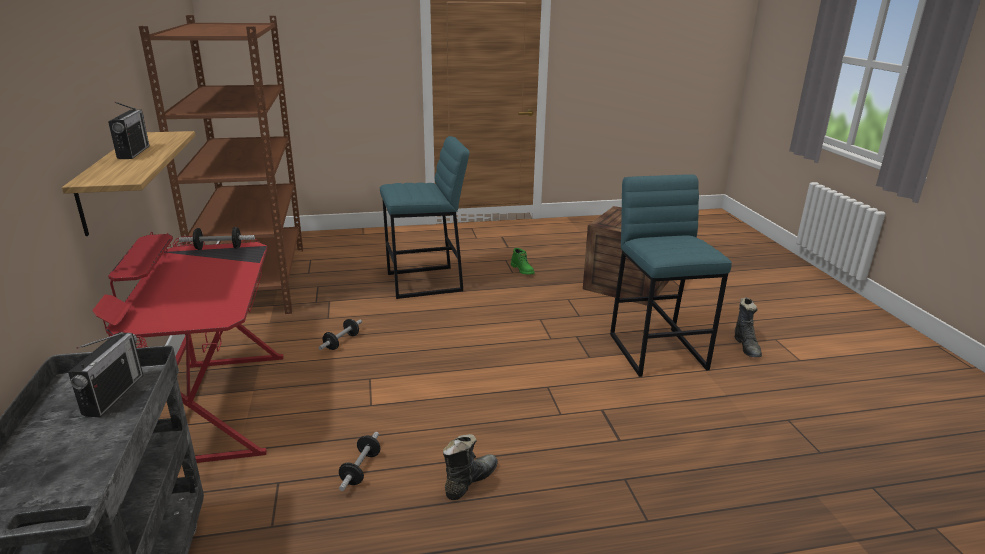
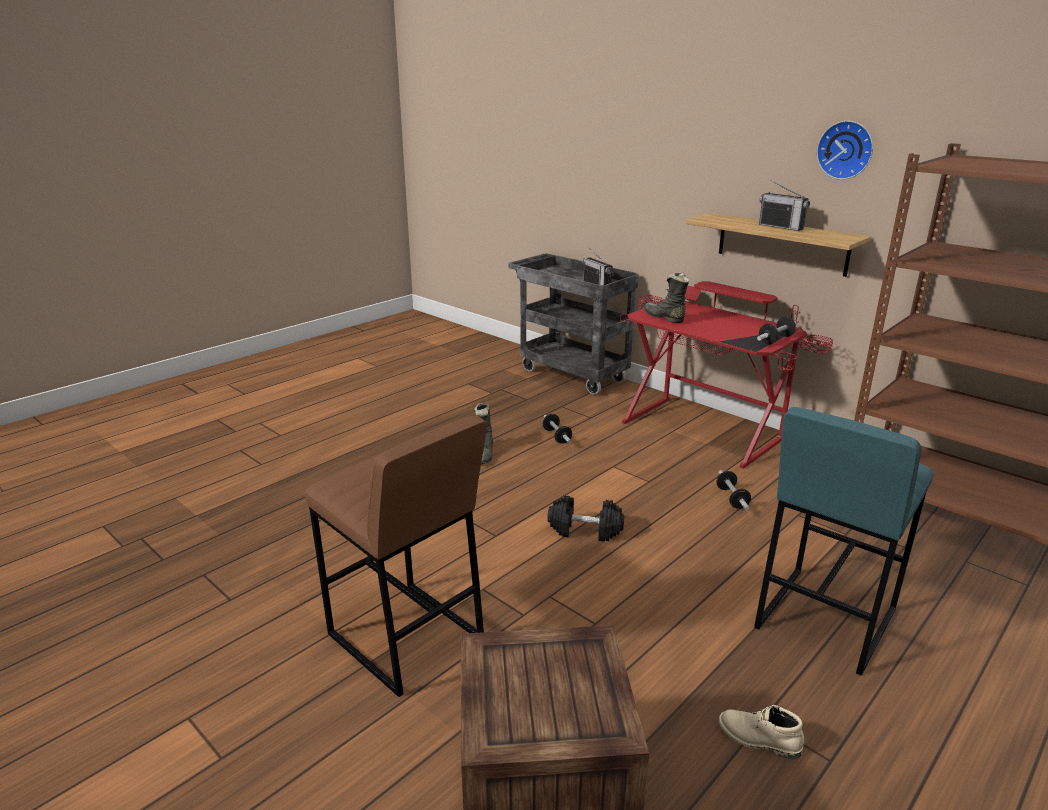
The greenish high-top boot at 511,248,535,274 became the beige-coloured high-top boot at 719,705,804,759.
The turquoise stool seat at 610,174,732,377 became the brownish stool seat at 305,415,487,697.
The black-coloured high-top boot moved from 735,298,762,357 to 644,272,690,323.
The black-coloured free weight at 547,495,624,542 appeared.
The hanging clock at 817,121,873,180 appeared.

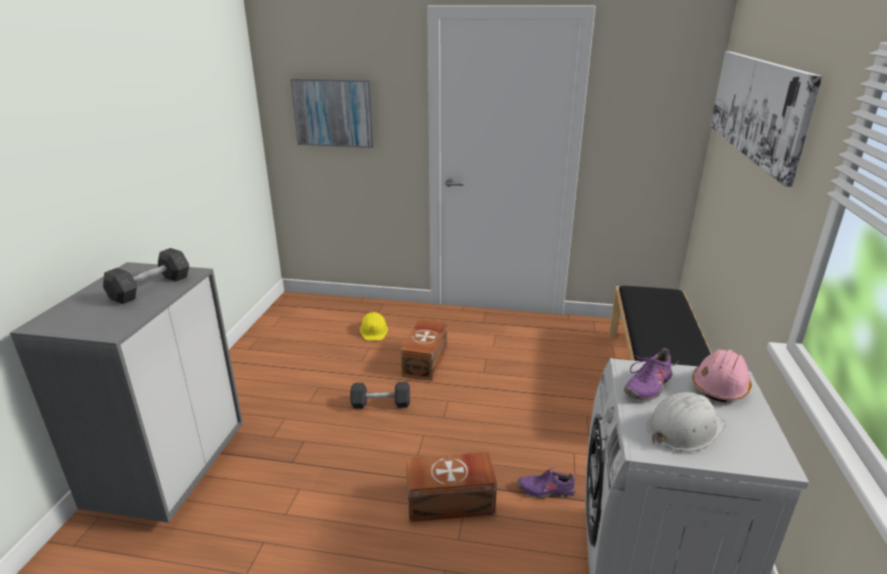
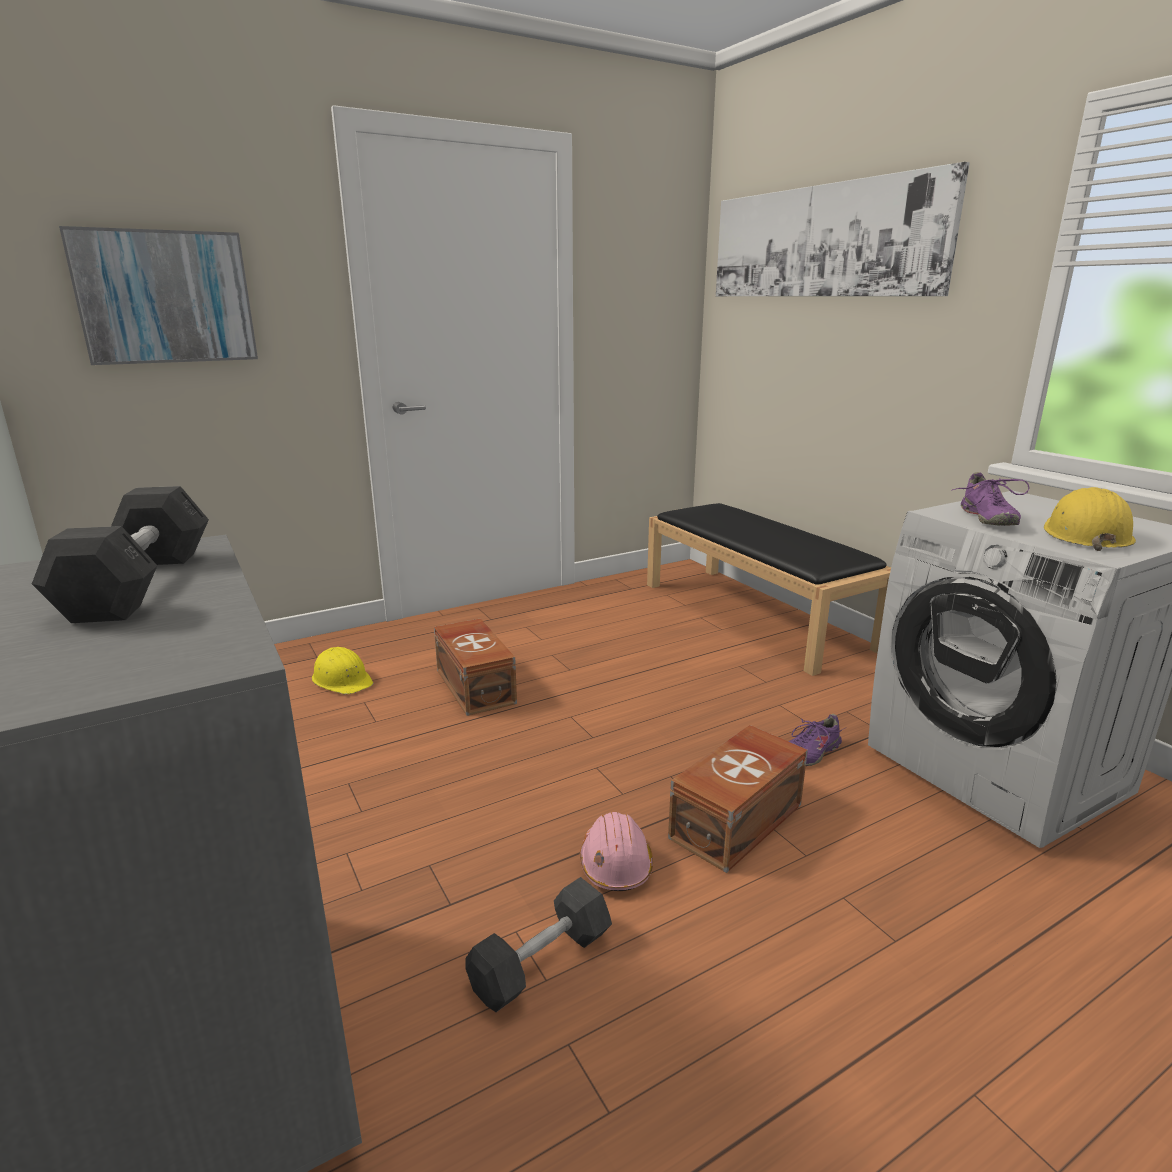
The greyish free weight moved from 350,382,410,409 to 465,877,612,1012.
The whitish work helmet at 647,392,726,452 became the yellow-coloured work helmet at 1044,487,1136,551.
The pink work helmet moved from 692,349,752,402 to 580,812,653,891.

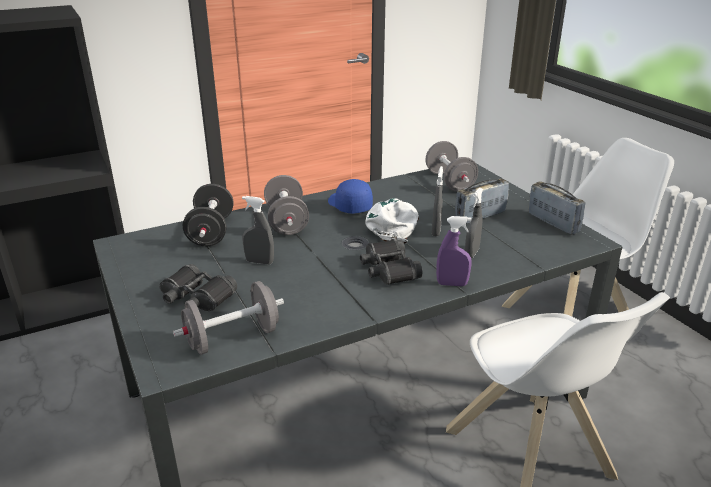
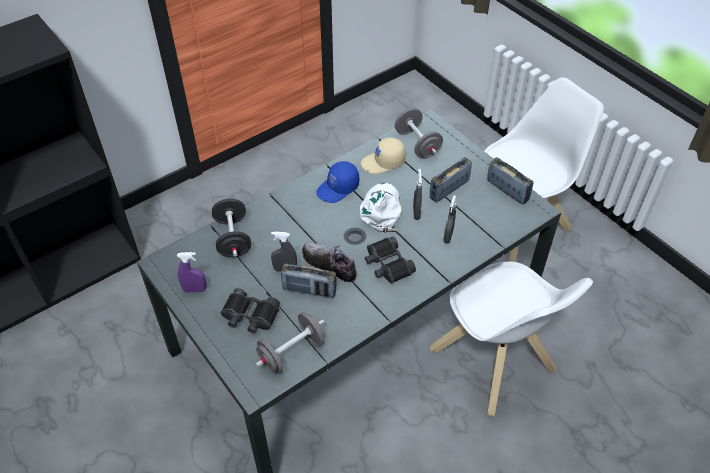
The greyish free weight at 264,175,309,235 disappeared.
The bluish peaked cap at 328,179,373,214 turned 90 degrees counterclockwise.
The purple spray bottle moved from 436,216,472,286 to 177,252,206,292.
The radio at 281,264,337,298 appeared.
The shoe at 302,242,357,283 appeared.
The beige-coloured peaked cap at 361,138,406,174 appeared.

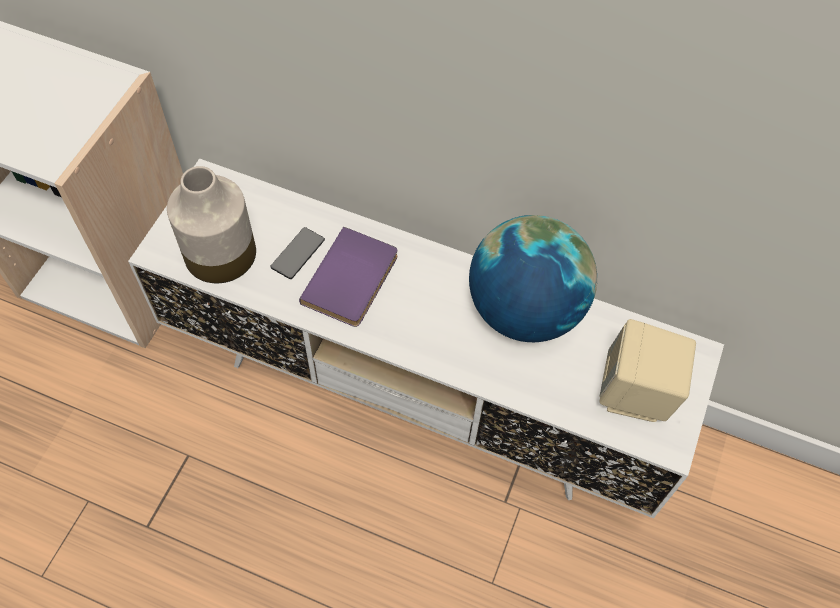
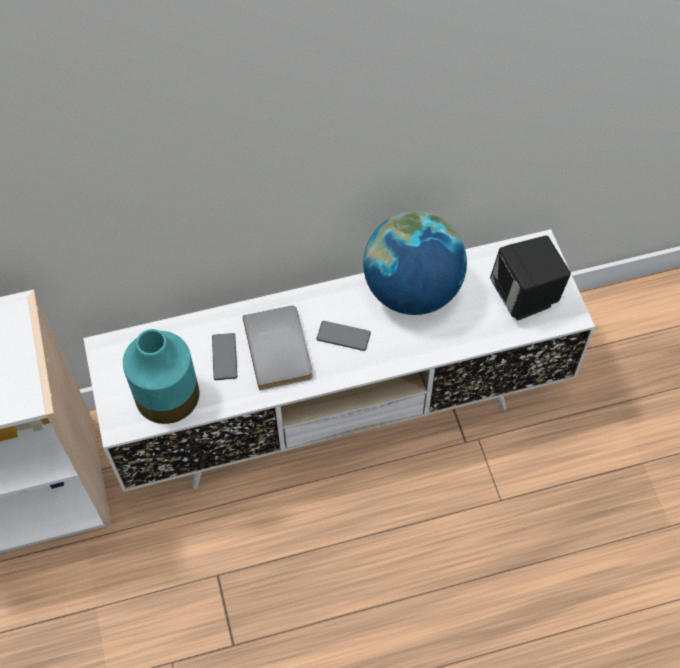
The beige-coloured decorative vase at 167,166,256,283 became the turquoise decorative vase at 123,329,199,424.
The purple bound book at 299,227,397,327 became the greyish bound book at 243,306,313,390.
The beige-coloured speaker at 599,319,696,422 became the black-coloured speaker at 490,236,571,320.
The phone at 317,321,371,351 appeared.

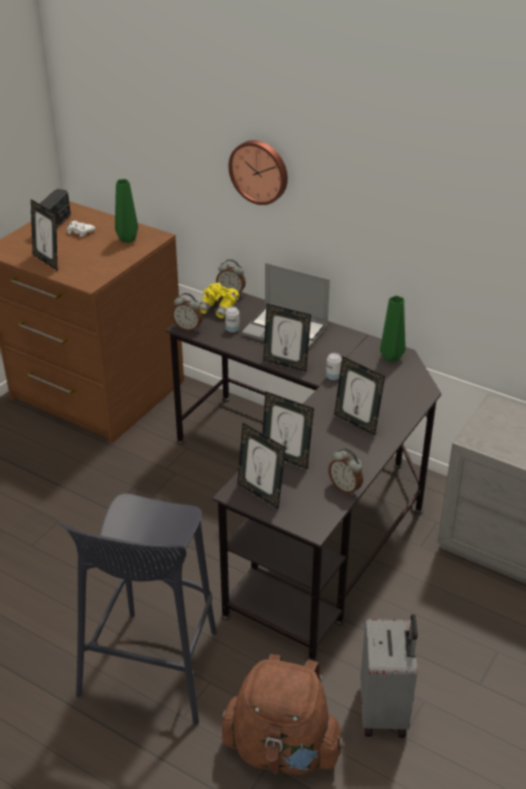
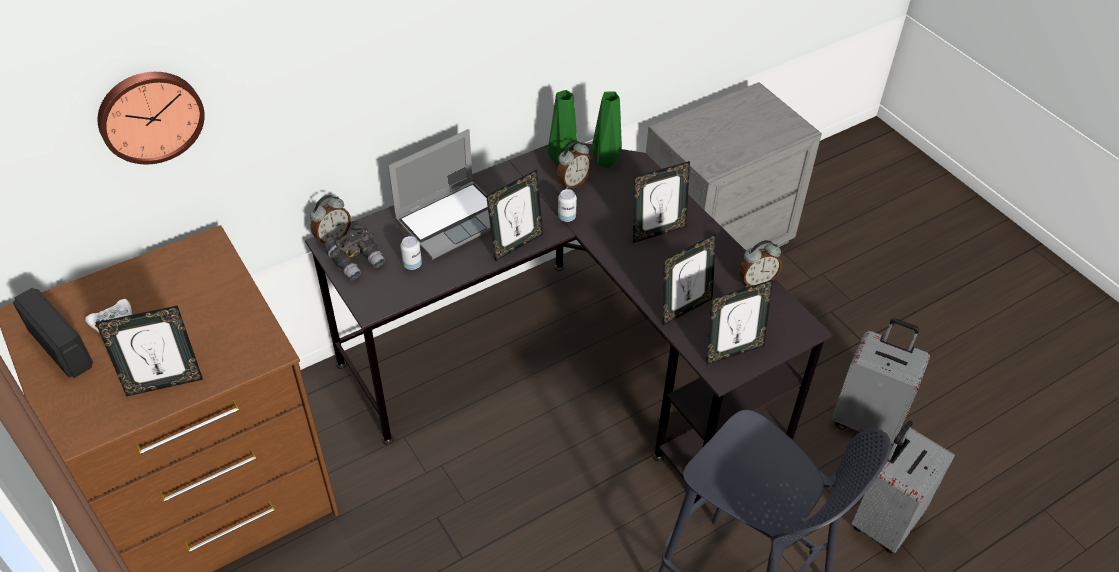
The greenish decorative vase moved from 115,179,138,243 to 592,91,622,168.
The table clock moved from 172,293,203,331 to 557,141,592,189.
The yellow-coloured binoculars at 200,283,239,318 became the greyish binoculars at 324,225,385,280.
The brownish backpack at 222,654,345,775 was replaced by the greyish suitcase at 852,421,955,554.
The hanging clock moved from 228,140,288,205 to 98,72,205,164.

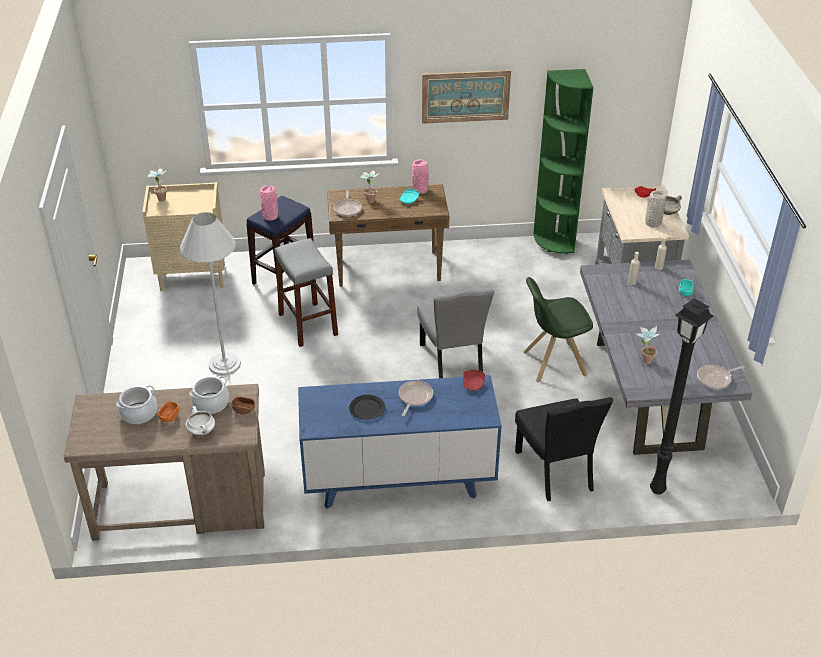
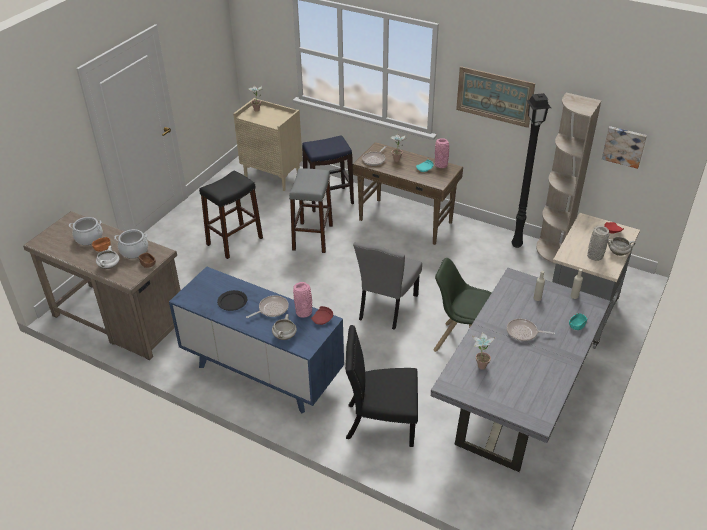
The whitish standard lamp at 180,212,241,375 was replaced by the black-coloured stool seat at 199,171,263,259.
The pink decorative vase moved from 260,185,278,221 to 293,282,312,318.
The black-coloured upright chair at 515,397,613,501 turned 75 degrees clockwise.
The greenish bookshelf at 533,69,594,255 became the beige-coloured bookshelf at 536,93,601,265.
The black-coloured standard lamp moved from 650,298,713,495 to 512,93,551,248.
The pan moved from 697,364,745,389 to 507,319,555,341.
The whitish stockpot at 272,314,297,340 appeared.
The picture at 602,126,647,169 appeared.

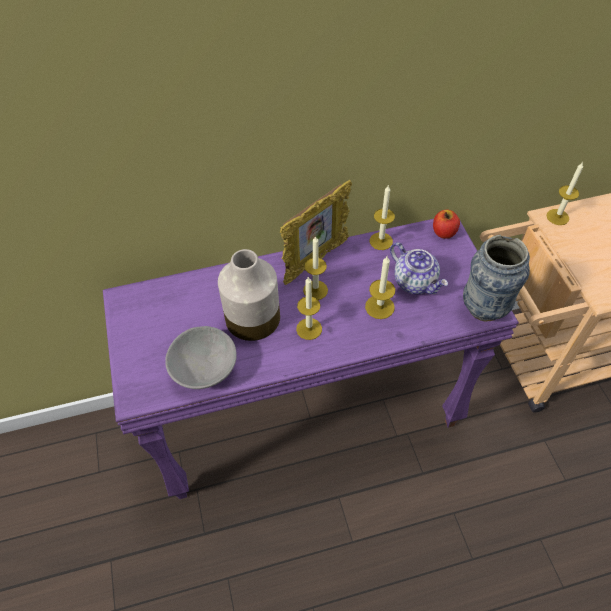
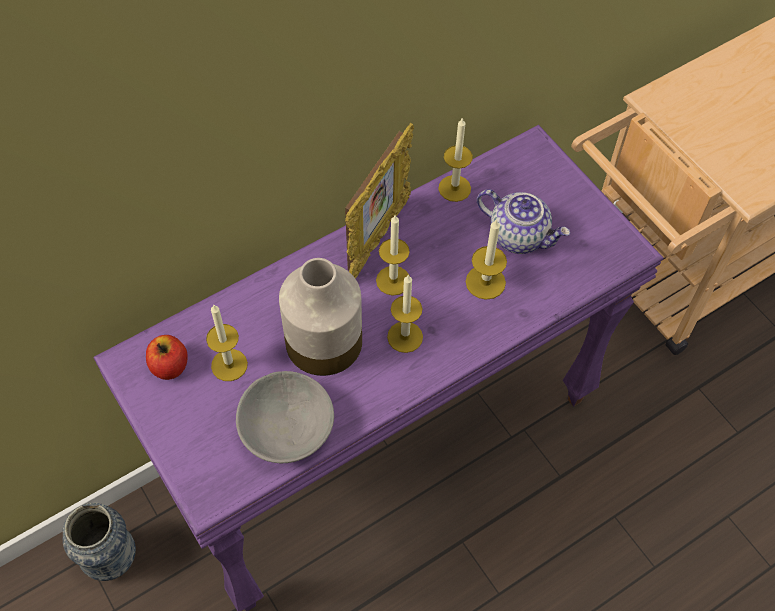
The apple fruit moved from 433,210,460,239 to 146,335,188,380.
The decorative vase moved from 463,235,530,321 to 63,503,136,581.
The candle moved from 547,162,583,225 to 206,305,248,381.

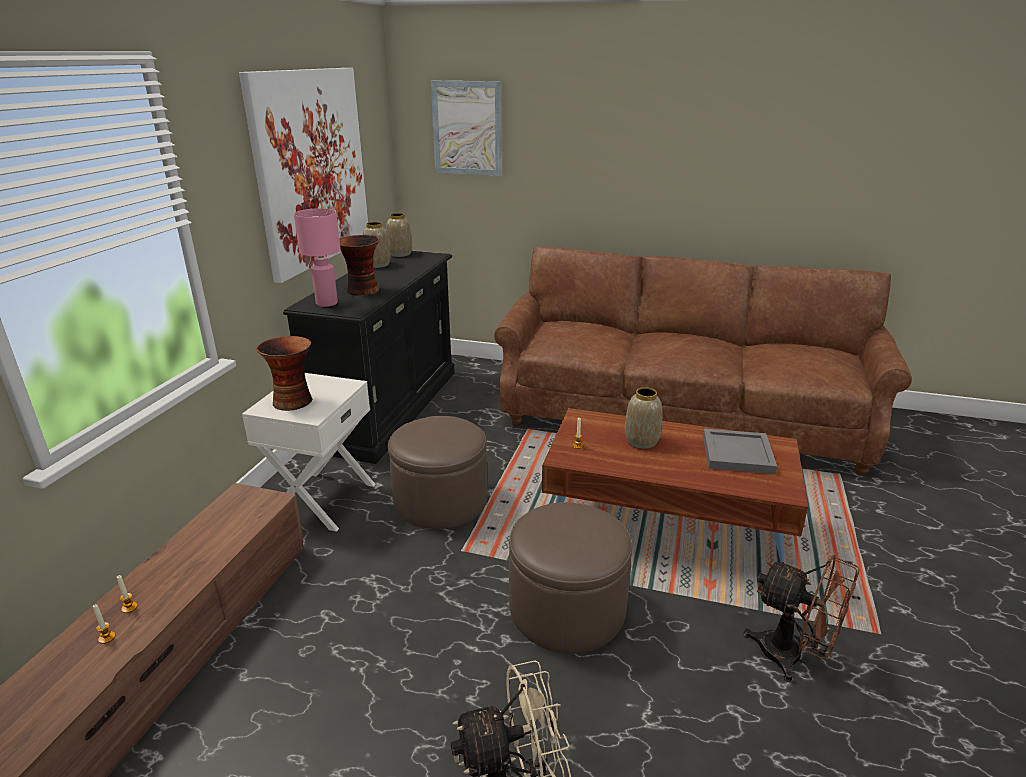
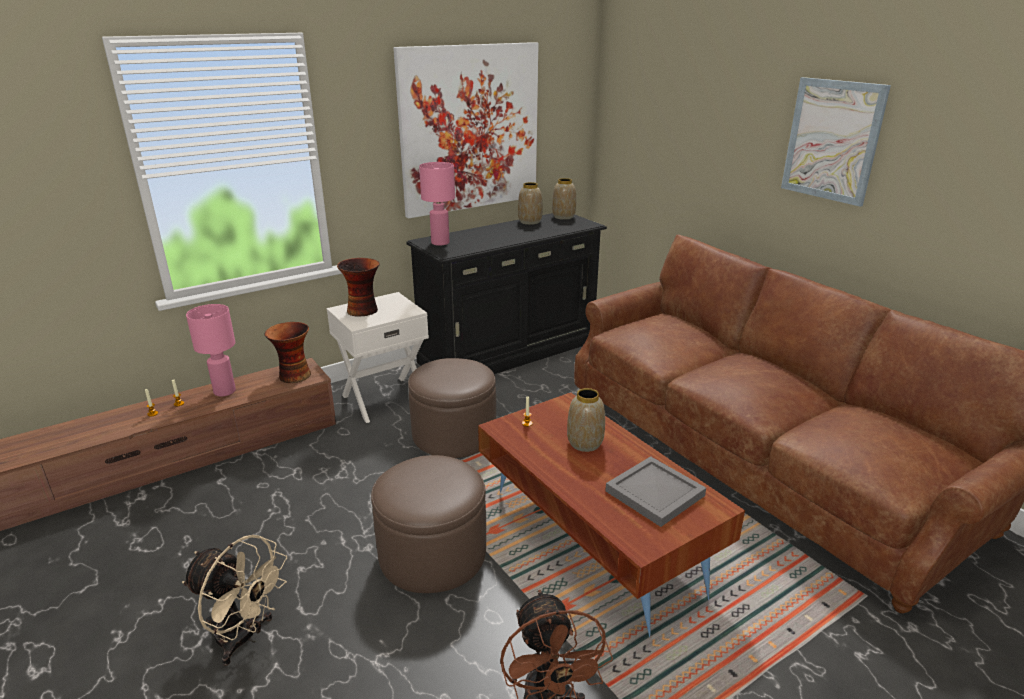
The decorative vase moved from 339,235,380,296 to 265,322,311,383.
The picture moved from 431,81,502,176 to 781,77,891,207.
The pink table lamp at 186,304,236,397 appeared.

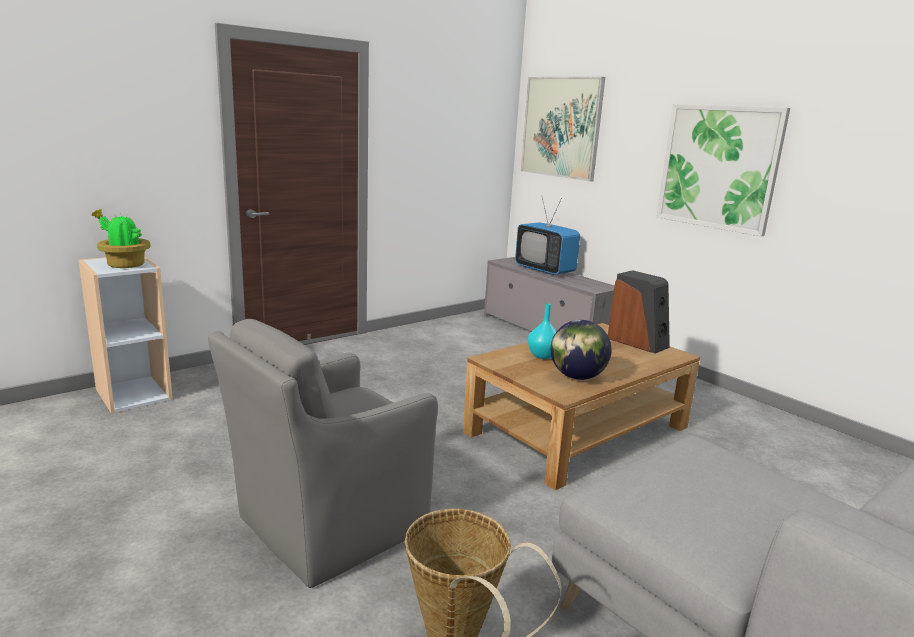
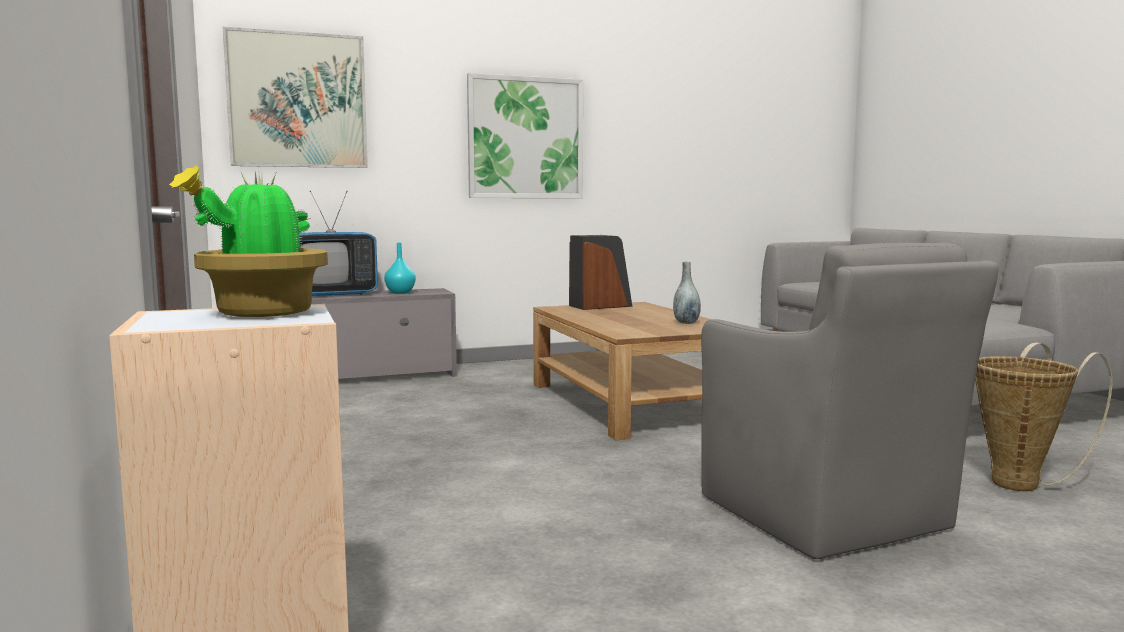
The turquoise decorative vase moved from 528,303,557,359 to 384,243,416,294.
The globe at 551,320,612,380 was replaced by the greyish decorative vase at 673,261,701,324.

